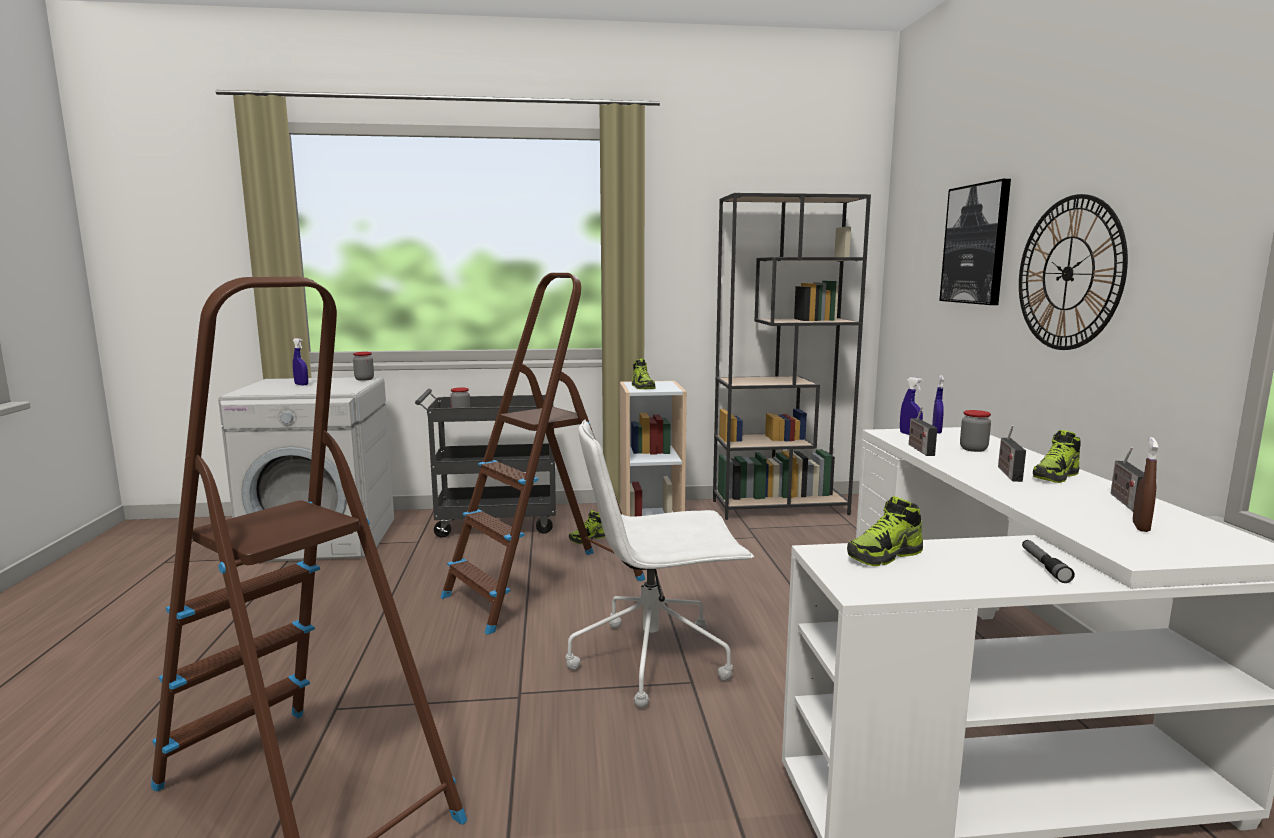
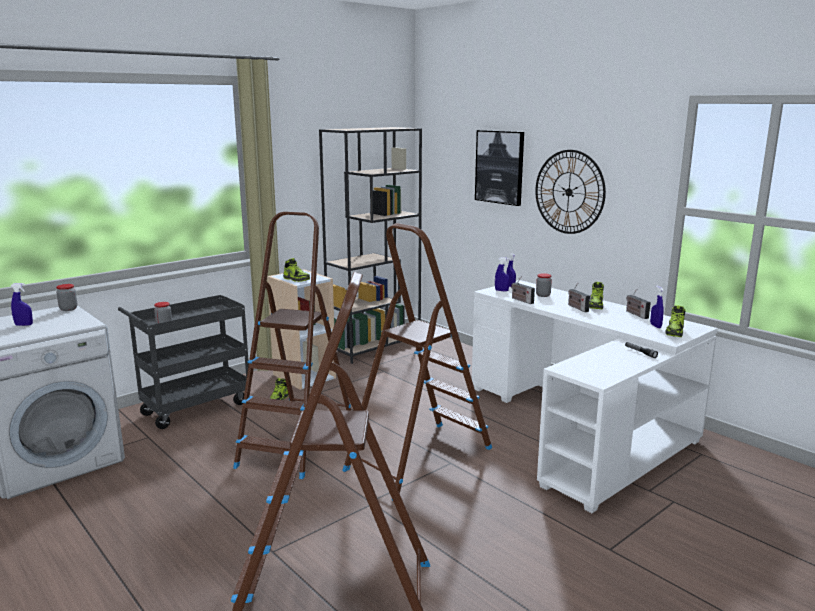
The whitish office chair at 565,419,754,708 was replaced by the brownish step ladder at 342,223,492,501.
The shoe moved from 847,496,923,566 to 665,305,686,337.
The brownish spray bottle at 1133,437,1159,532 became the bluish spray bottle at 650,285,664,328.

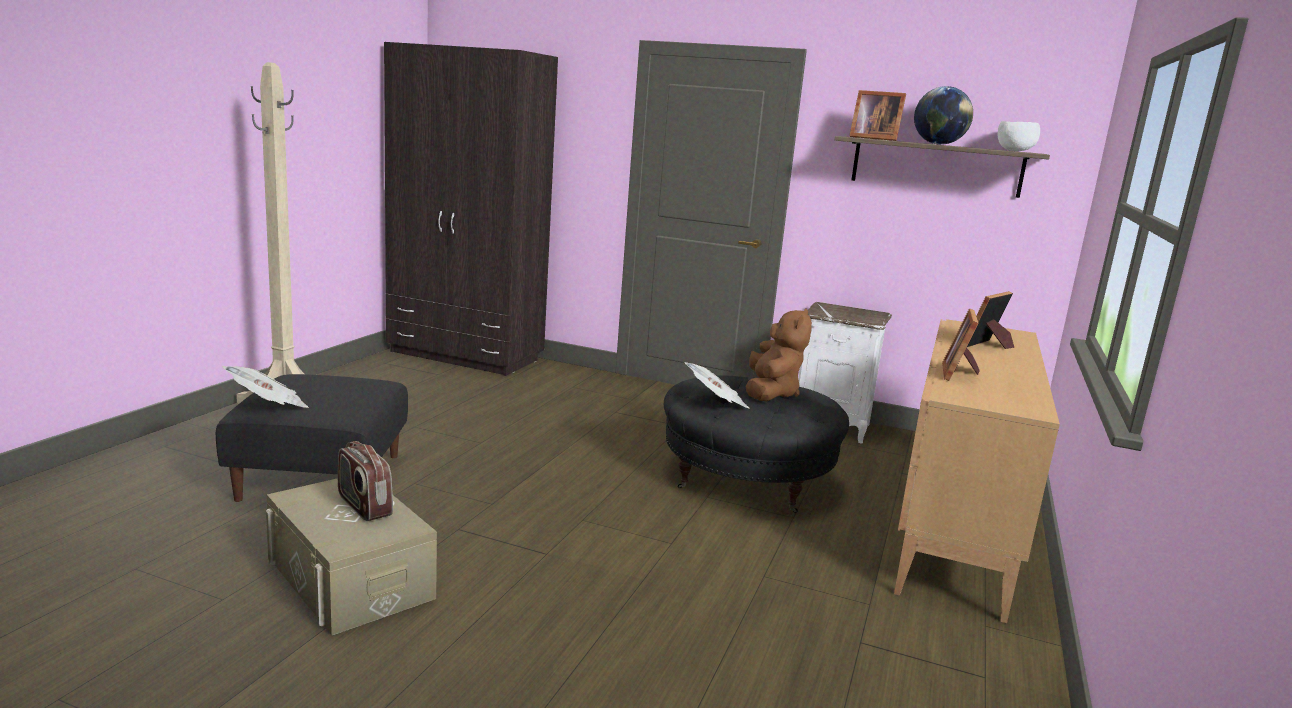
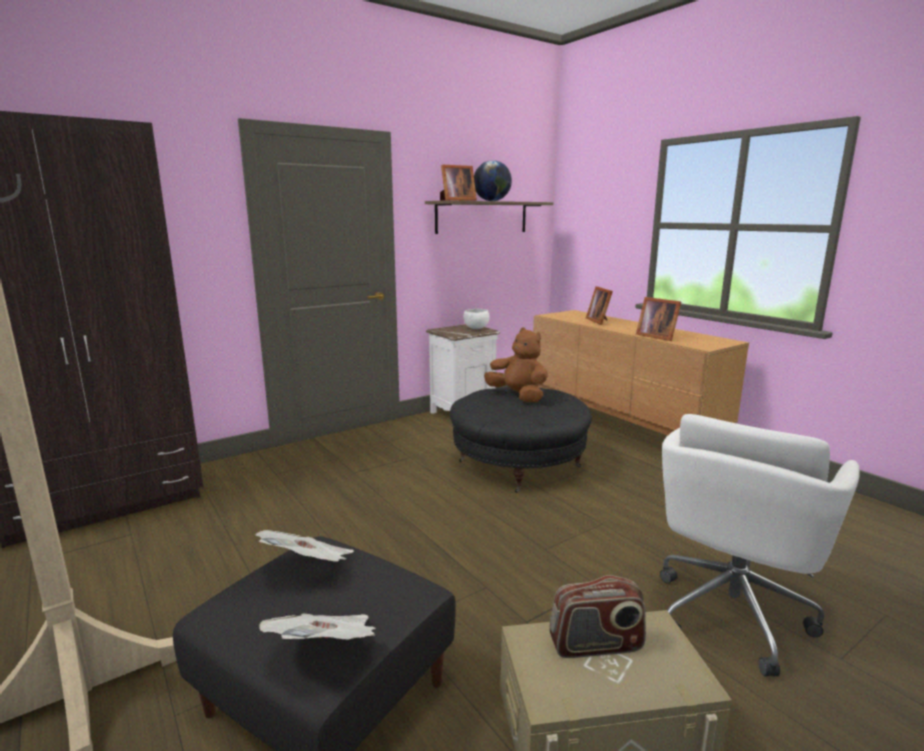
The daily paper moved from 684,362,750,409 to 255,530,354,562.
The whitish deep dish moved from 998,121,1040,151 to 463,309,490,329.
The whitish office chair at 660,414,860,677 appeared.

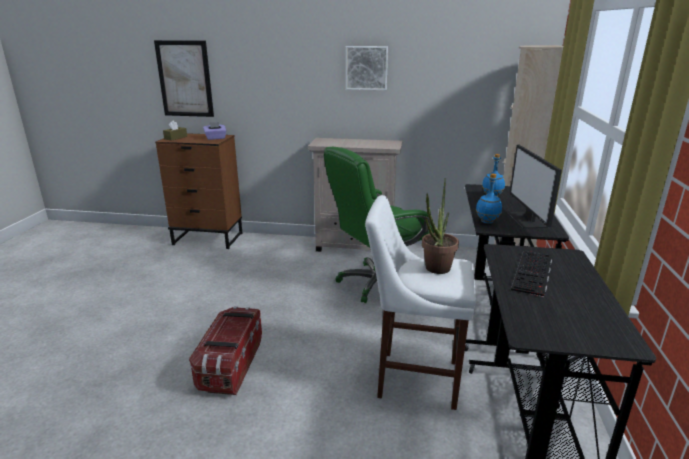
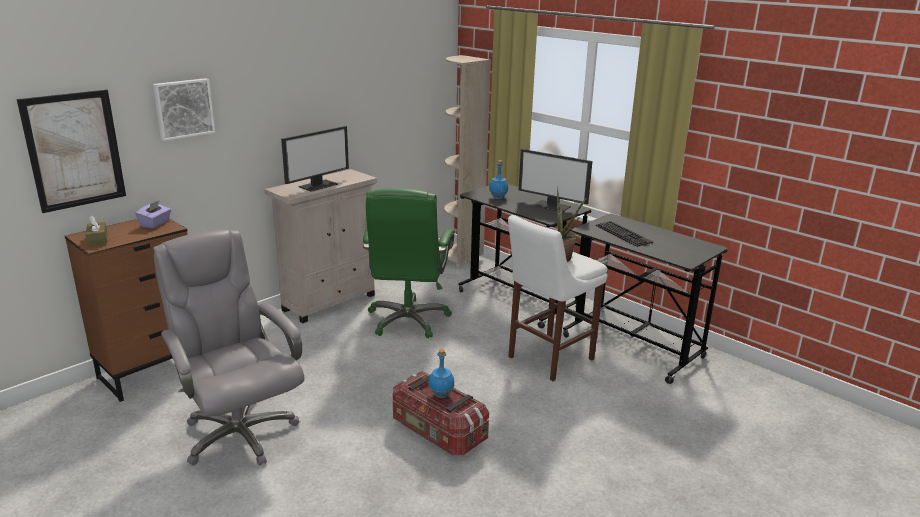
The picture moved from 346,46,388,90 to 153,78,215,141.
The bluish drink bottle moved from 476,174,502,224 to 428,349,455,398.
The greyish office chair at 153,229,305,466 appeared.
The computer screen at 281,126,349,192 appeared.

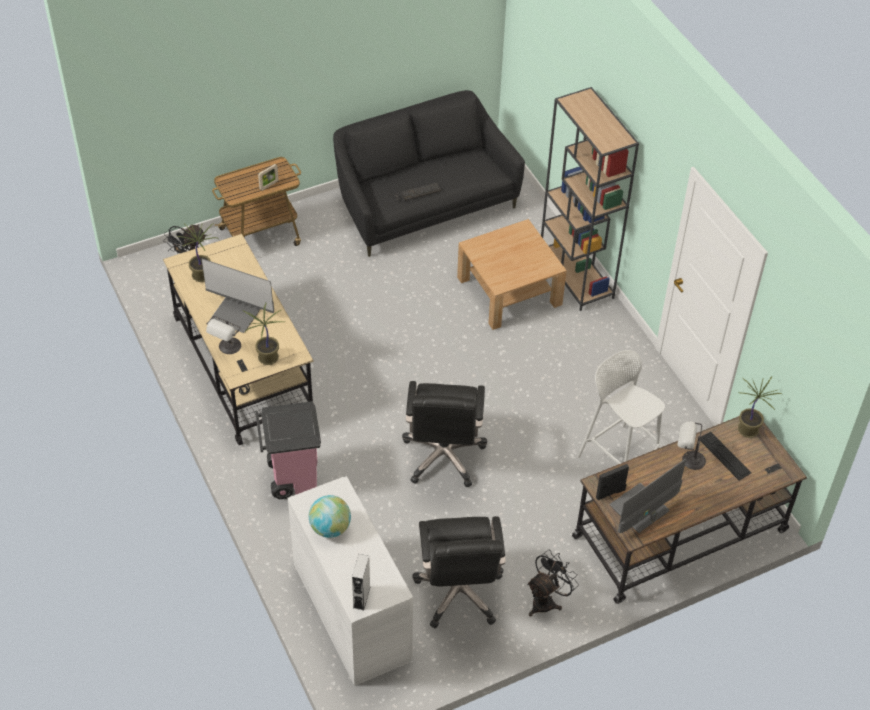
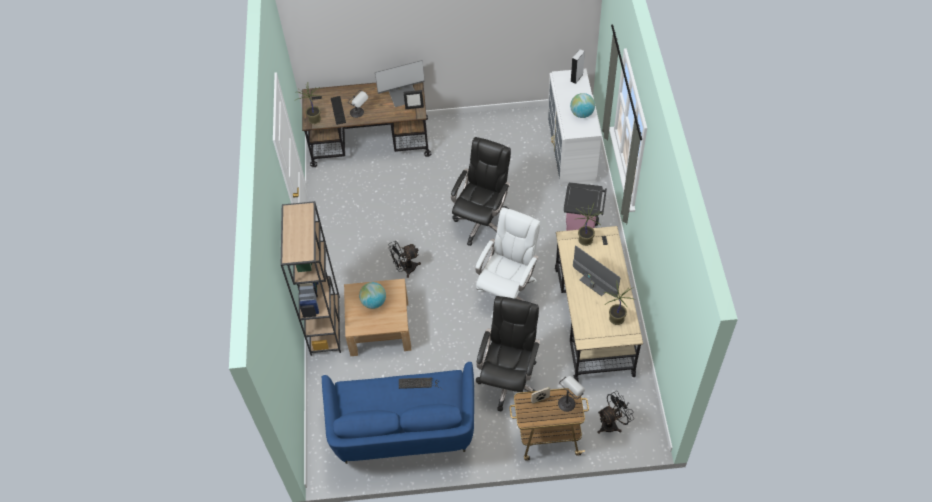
The table lamp moved from 206,316,241,354 to 558,376,585,412.
The black-coloured sofa at 333,90,525,257 became the bluish sofa at 322,362,474,464.
The black-coloured office chair moved from 412,516,506,628 to 476,296,540,411.
The black-coloured electric fan moved from 527,550,579,617 to 389,241,421,278.
The whitish stool seat at 577,350,665,464 disappeared.
The globe at 359,282,386,309 appeared.
The whitish office chair at 475,207,540,319 appeared.

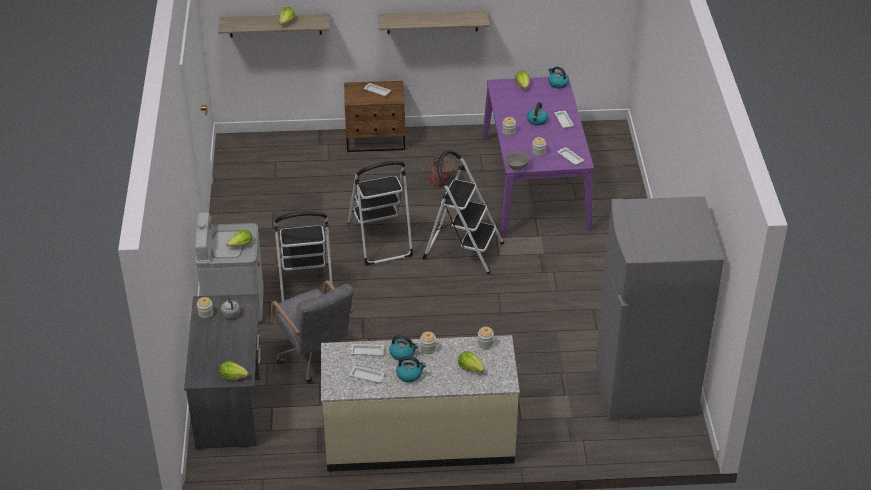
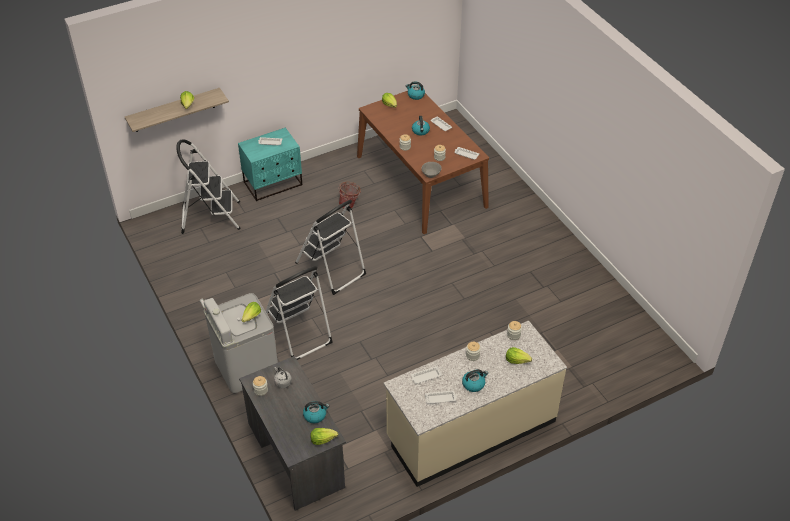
The greyish office chair at 271,280,353,383 disappeared.
The brownish night table at 344,81,405,152 became the turquoise night table at 238,128,302,201.
The shelf at 378,10,489,34 disappeared.
The kettle moved from 389,335,419,360 to 303,401,329,423.
The step ladder moved from 423,150,504,274 to 176,139,240,234.
The purple dining table at 482,76,594,236 became the brownish dining table at 357,91,489,234.
The greyish kitchen fridge at 596,197,724,421 disappeared.

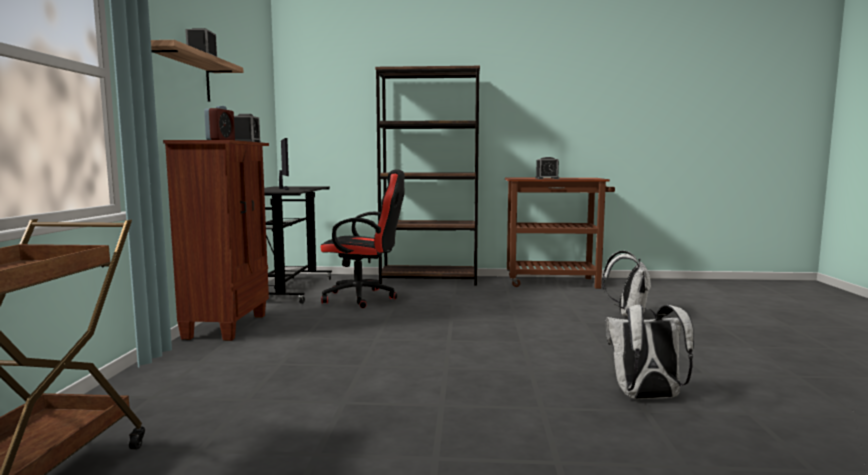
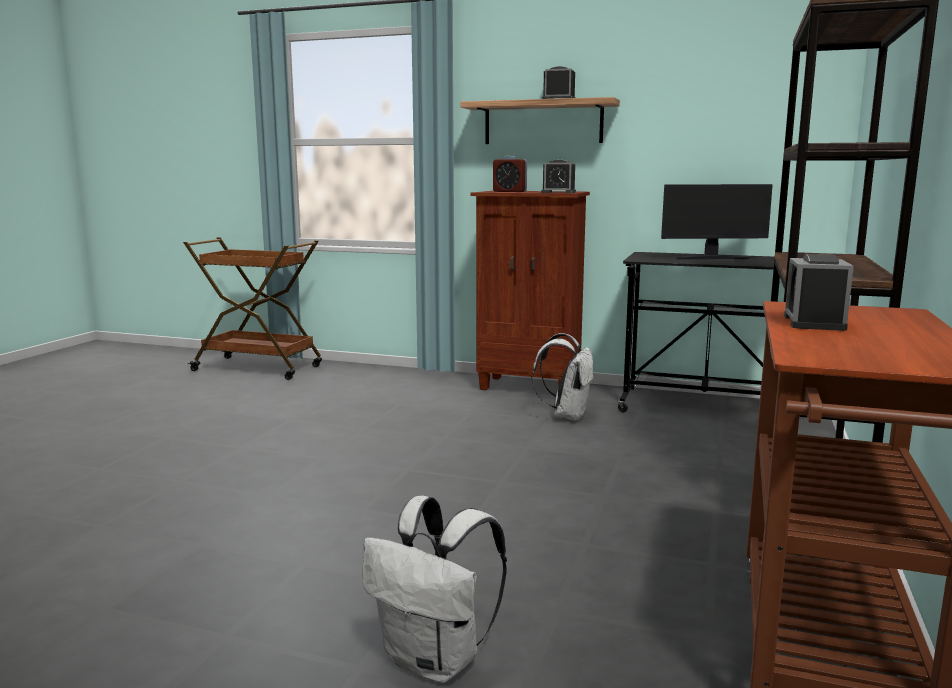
The black-coloured office chair at 321,169,405,308 disappeared.
The whitish backpack moved from 606,305,694,399 to 531,333,594,421.

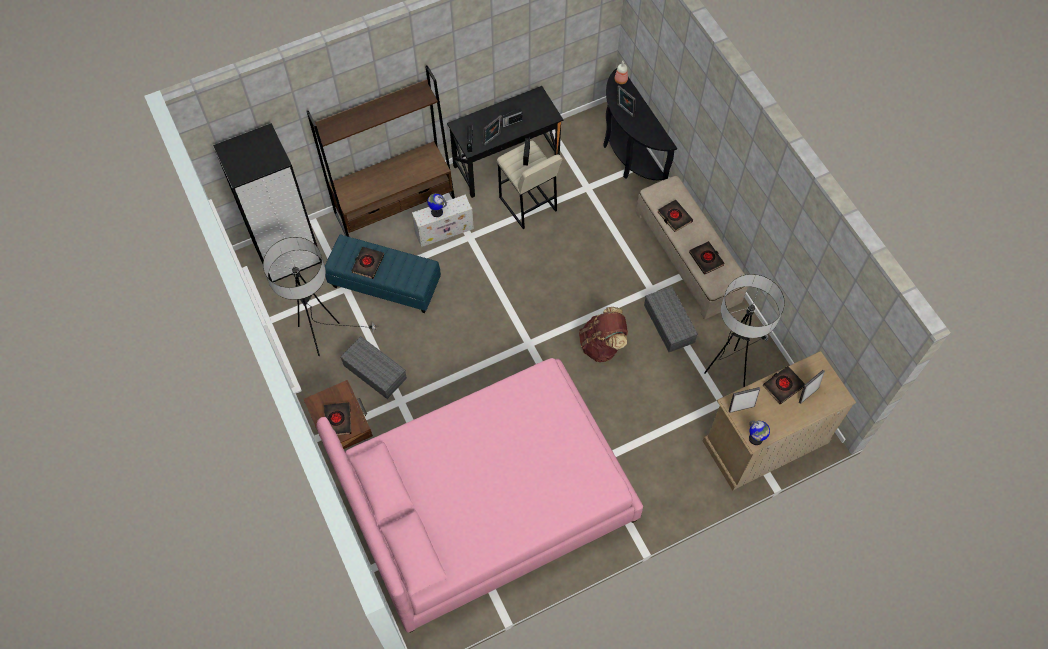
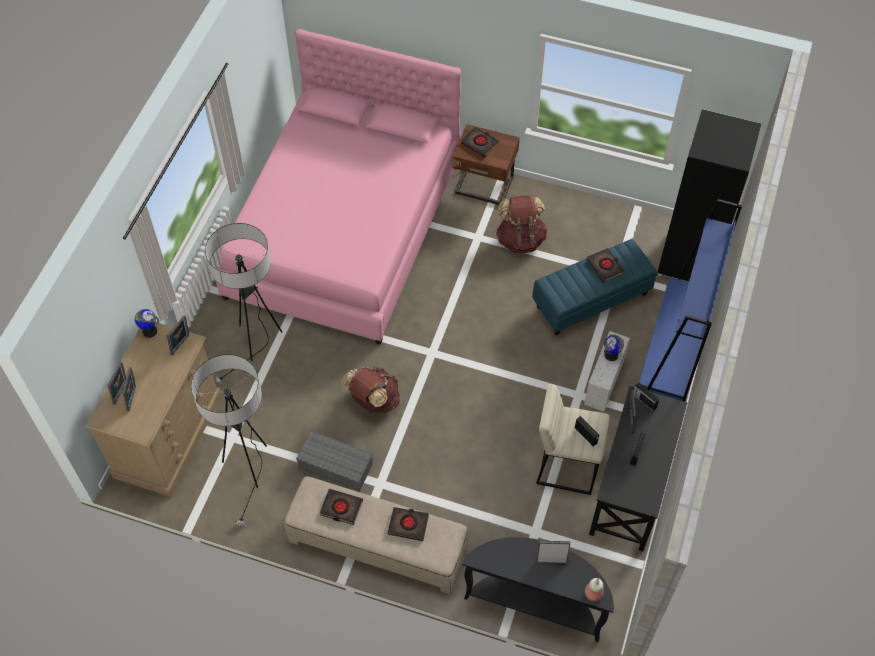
The standard lamp moved from 263,237,378,356 to 205,223,282,385.
The brownish bookshelf at 306,65,455,237 became the bluish bookshelf at 639,199,742,402.
The greyish storage box at 340,336,407,399 was replaced by the brownish backpack at 496,196,548,253.
The black-coloured bound book at 762,366,805,404 disappeared.
The photo frame at 108,362,126,405 appeared.

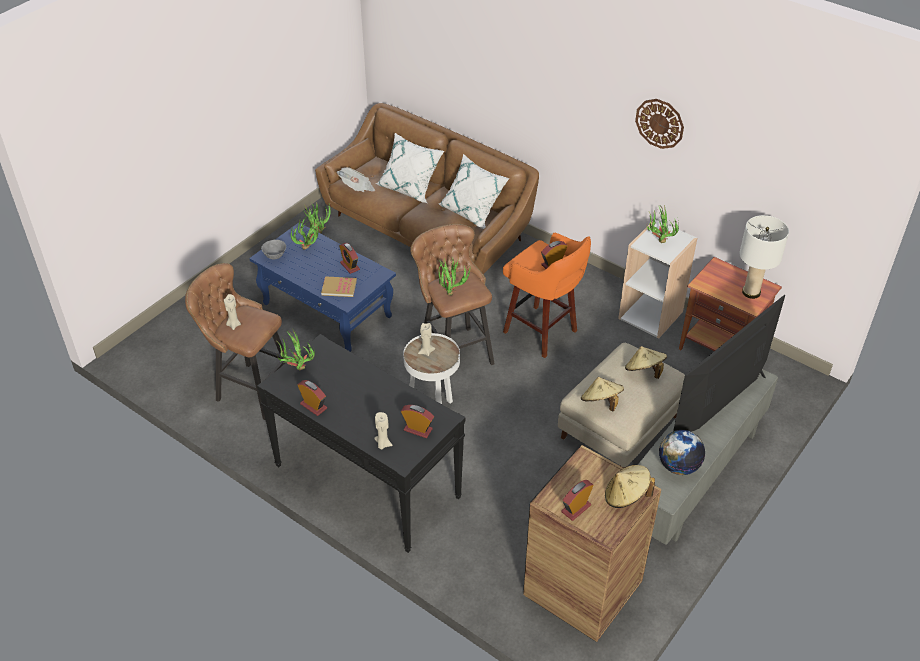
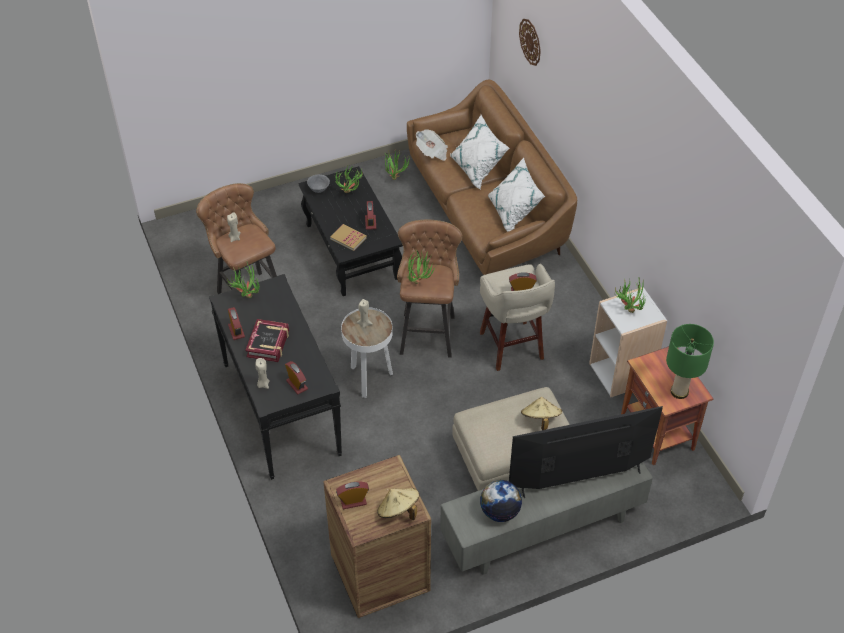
The bluish low table at 249,223,396,352 became the black-coloured low table at 299,166,403,296.
The orange-coloured stool seat at 503,233,591,358 became the beige-coloured stool seat at 480,263,555,371.
The beige-coloured hat at 581,377,624,412 disappeared.
The hanging clock moved from 635,99,684,149 to 519,19,541,66.
The whitish table lamp at 740,215,789,299 became the greenish table lamp at 666,324,714,399.
The bound book at 245,319,289,362 appeared.

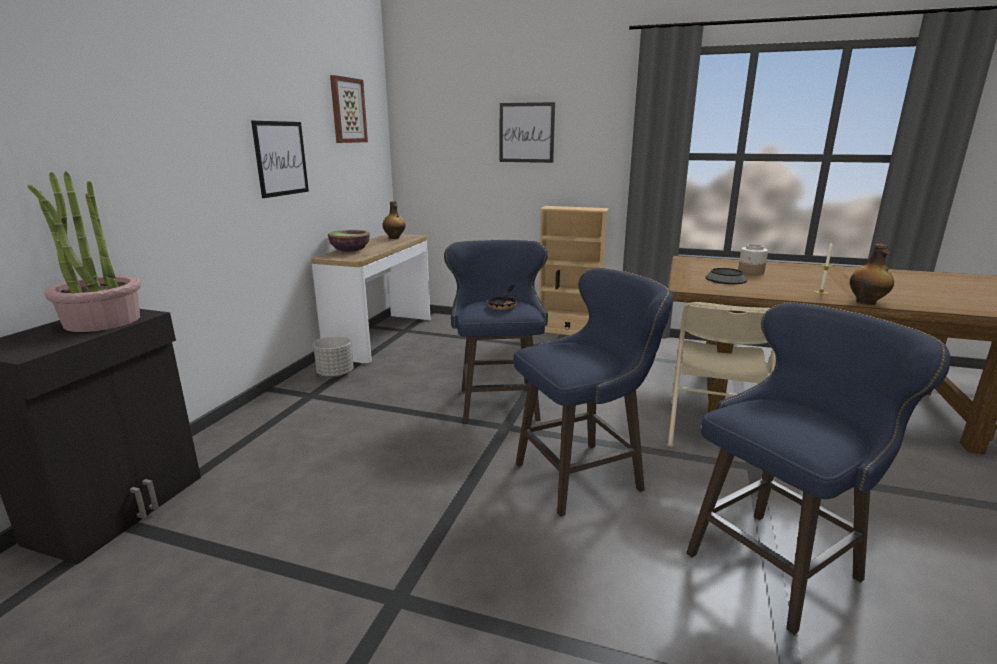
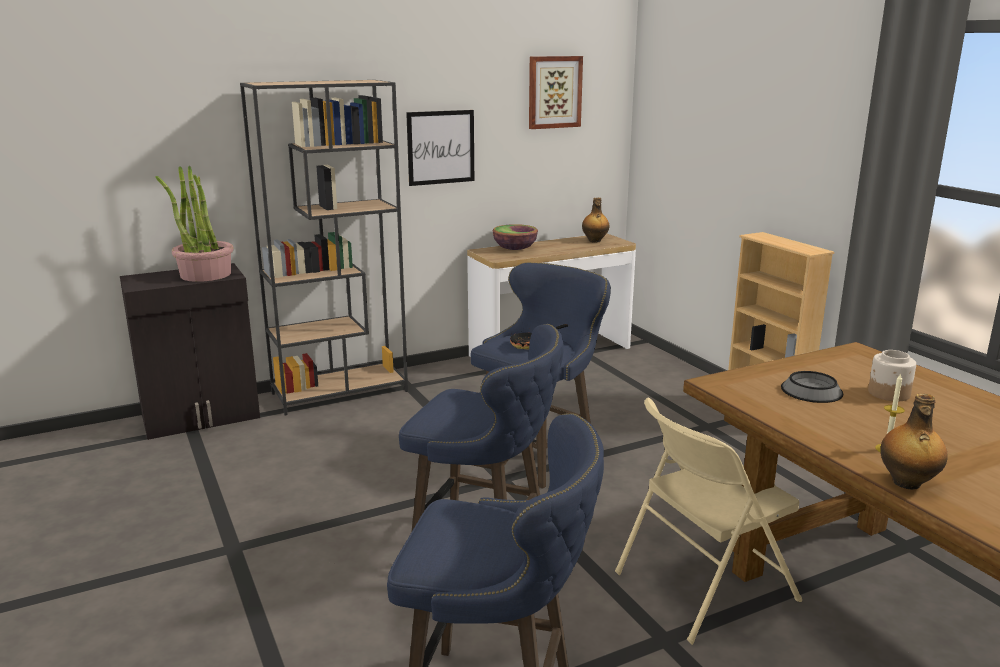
The greyish plant pot at 313,336,354,377 disappeared.
The picture at 500,102,555,163 disappeared.
The bookshelf at 240,80,408,415 appeared.

